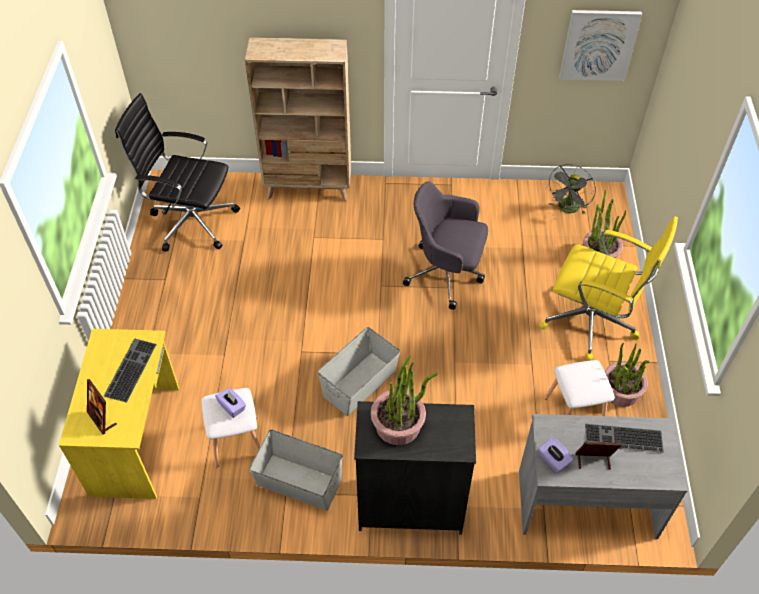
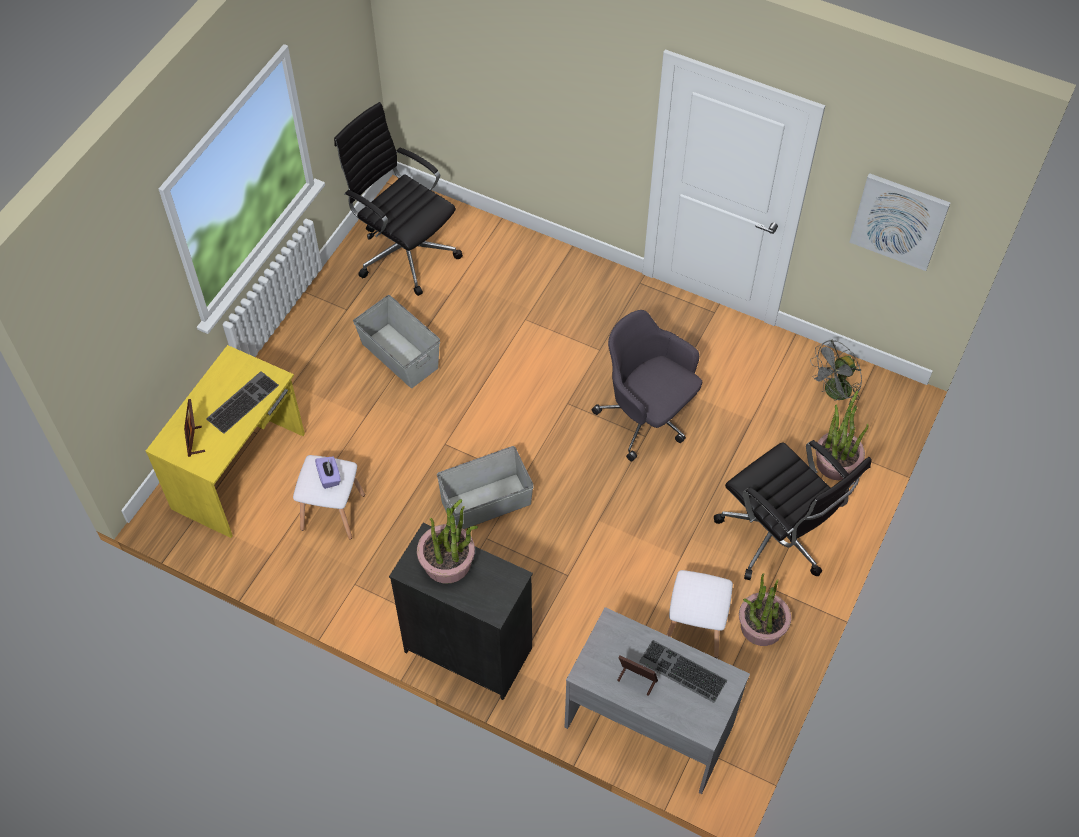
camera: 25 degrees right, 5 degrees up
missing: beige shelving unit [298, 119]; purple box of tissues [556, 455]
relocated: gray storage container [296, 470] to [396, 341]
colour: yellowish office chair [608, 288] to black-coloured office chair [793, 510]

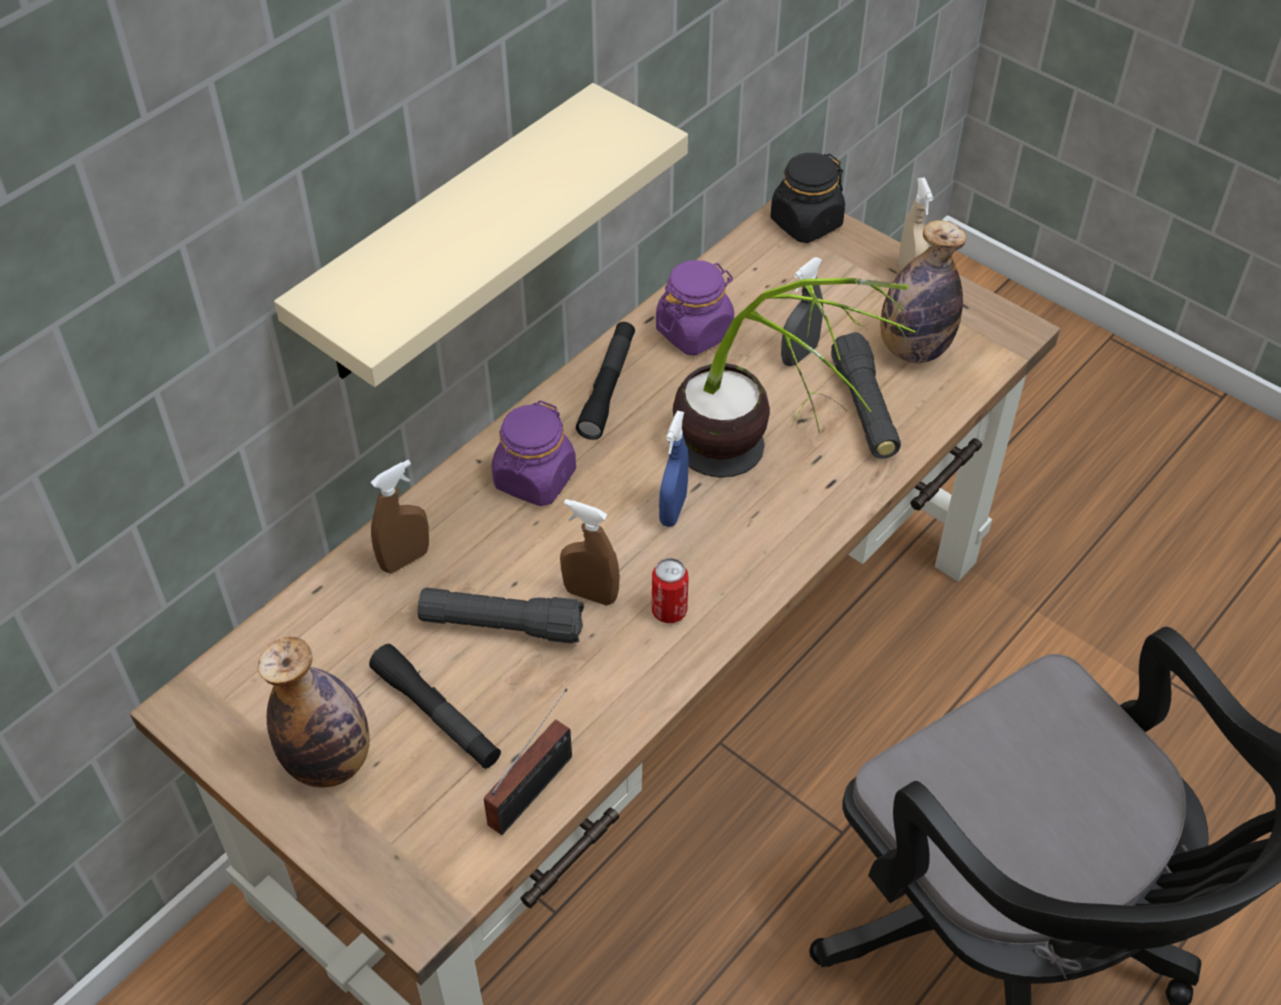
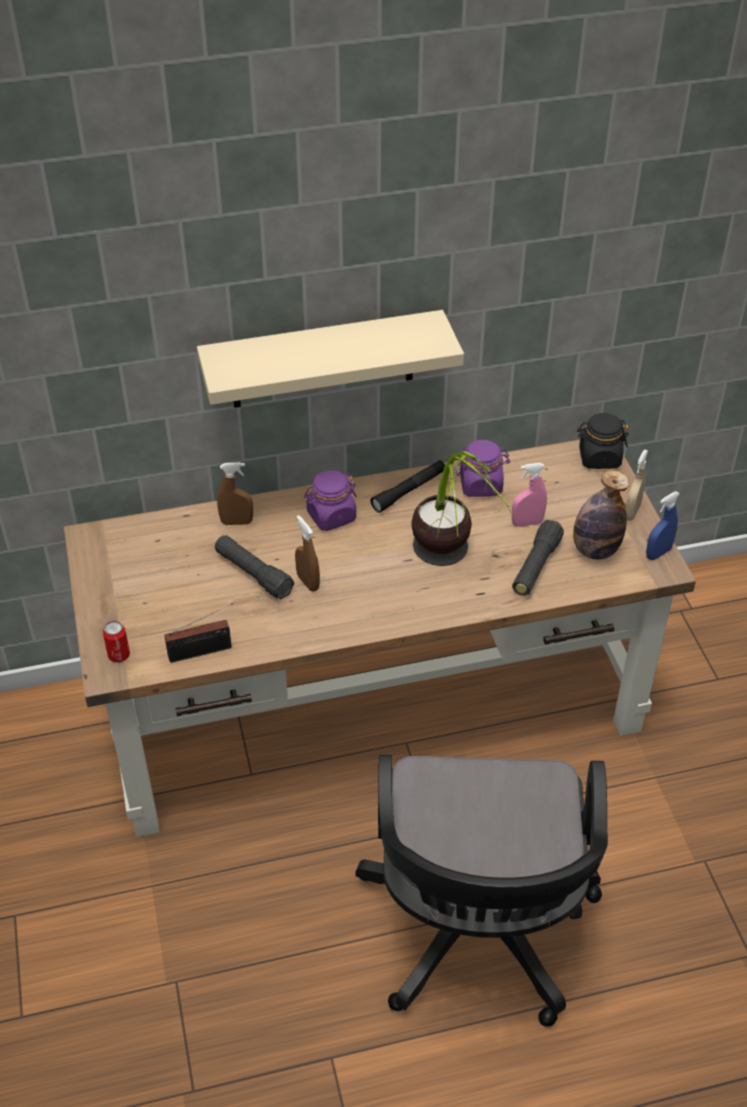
camera: 35 degrees right, 5 degrees down
missing: drink bottle [314, 712]; black-coloured torch [435, 706]
relocated: sealed can [670, 590] to [116, 642]; bluish hand sprayer [674, 469] to [663, 525]
colour: gray hand sprayer [802, 311] to pinkish hand sprayer [529, 495]

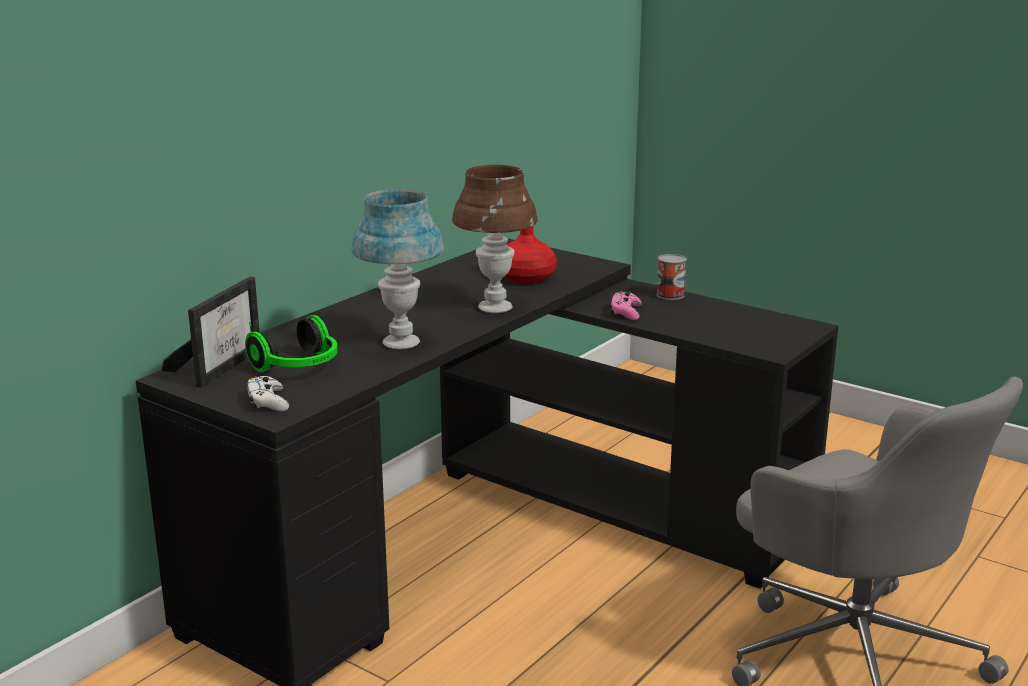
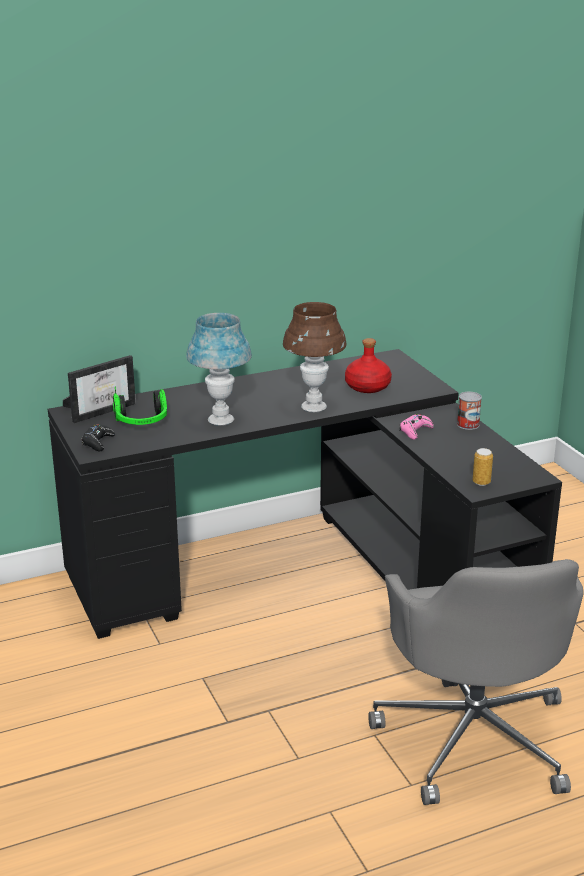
camera: 30 degrees right, 5 degrees up
appeared: sealed can [483, 467]
colour: white game controller [267, 393] to black-coloured game controller [98, 437]

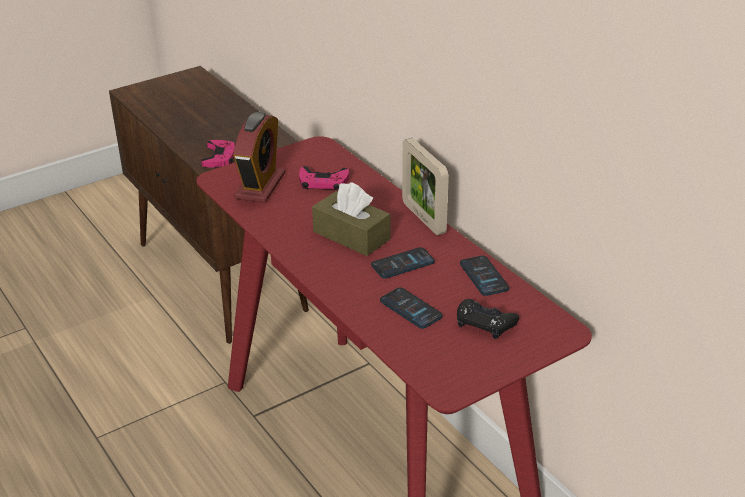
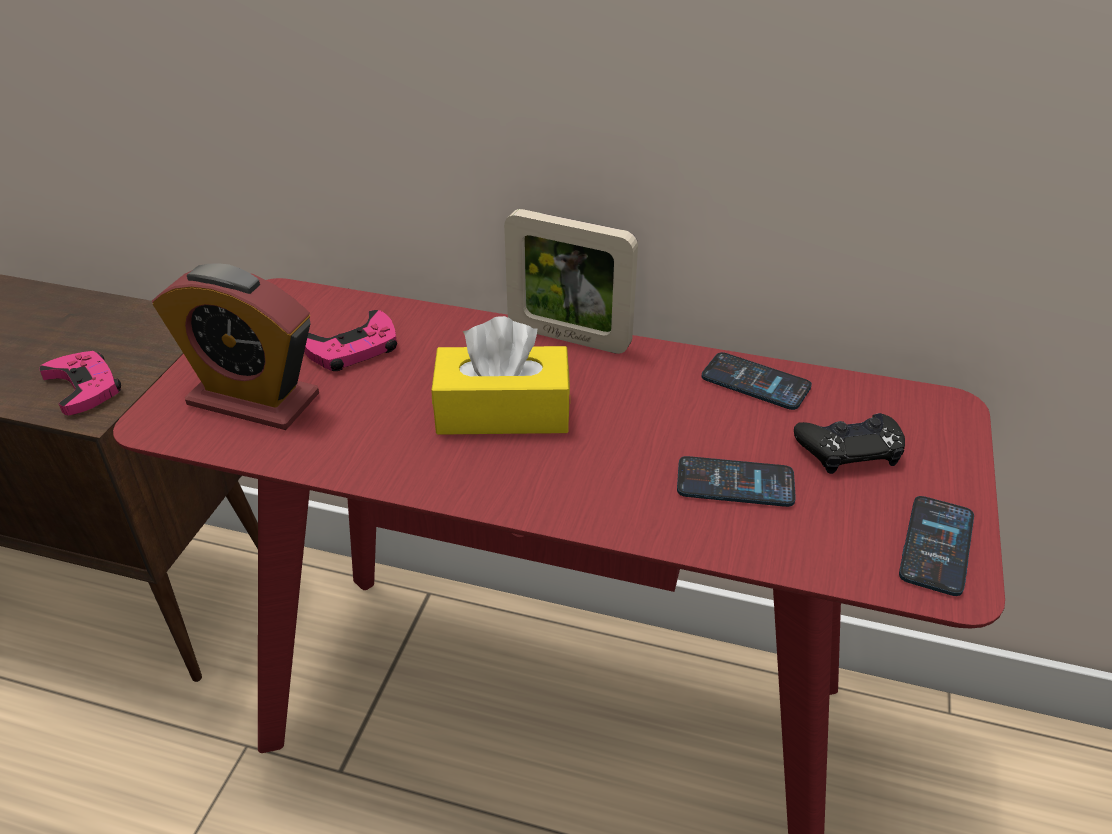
camera: 40 degrees left, 5 degrees up
relocated: handset [403, 263] to [936, 546]
colour: brownish box of tissues [351, 219] to yellowish box of tissues [501, 375]
spun: bedside clock [259, 157] = [235, 346] 135 degrees clockwise

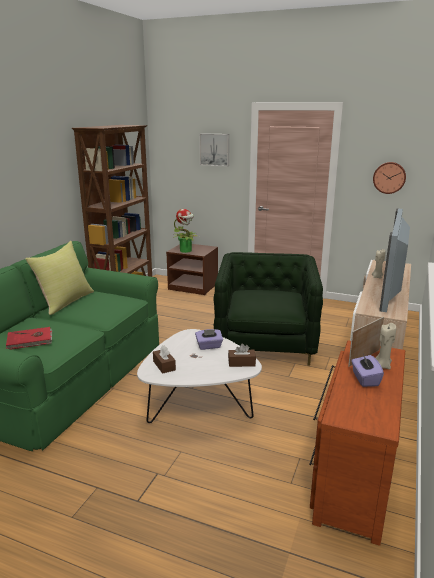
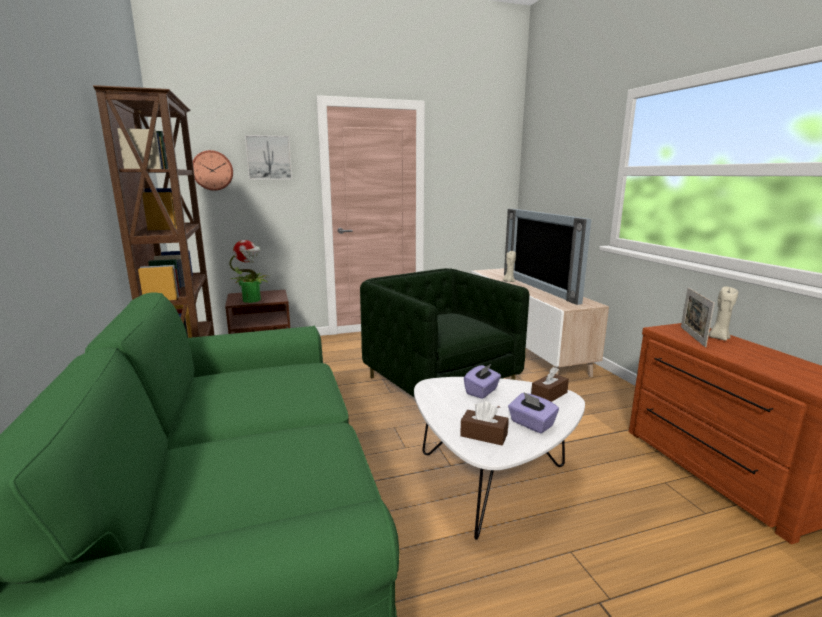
camera: 40 degrees left, 5 degrees down
missing: reddish bound book [29, 338]; yellowish throw pillow [59, 278]
relocated: purple box of tissues [367, 370] to [533, 412]; clock on the wall [389, 178] to [213, 170]

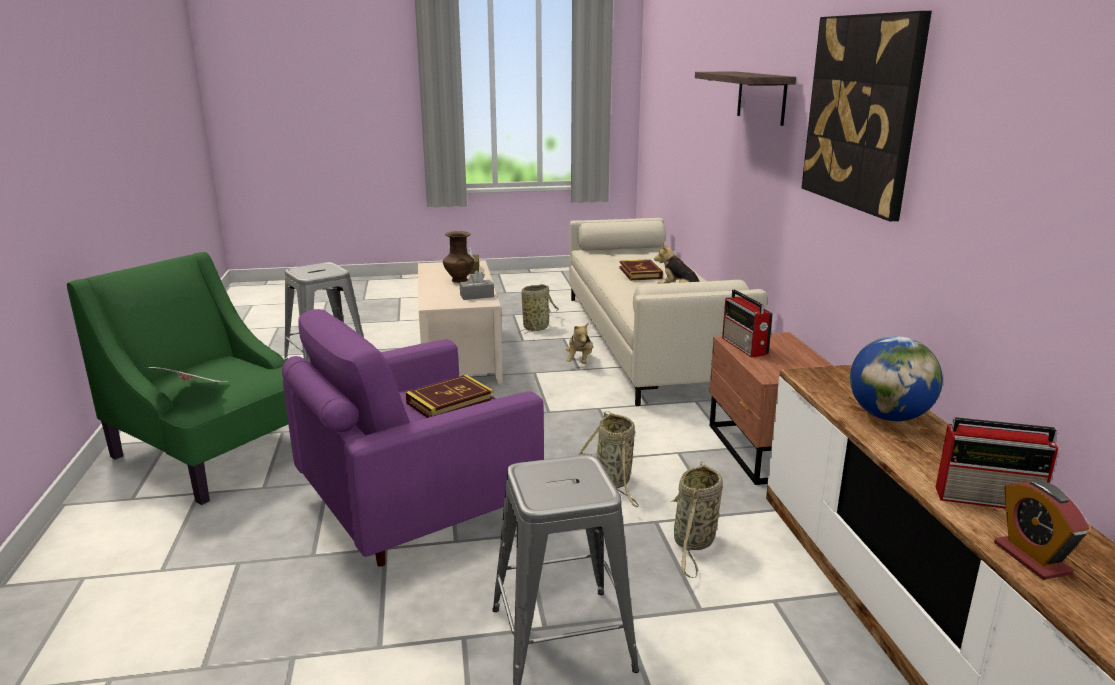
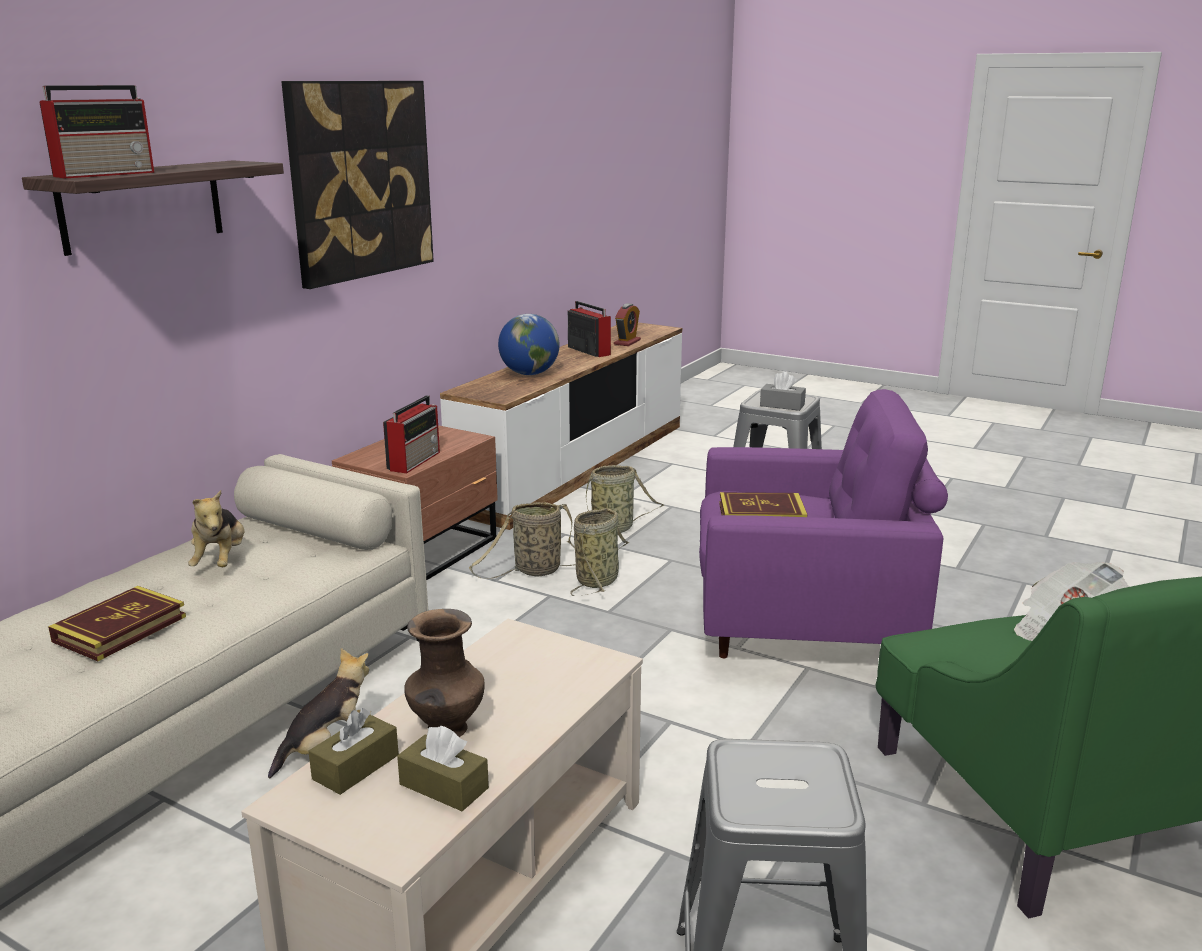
camera: 140 degrees left, 0 degrees up
appeared: radio set [97, 131]; brownish box of tissues [443, 768]
relocated: gray box of tissues [477, 285] to [783, 391]; household basket [538, 309] to [522, 540]

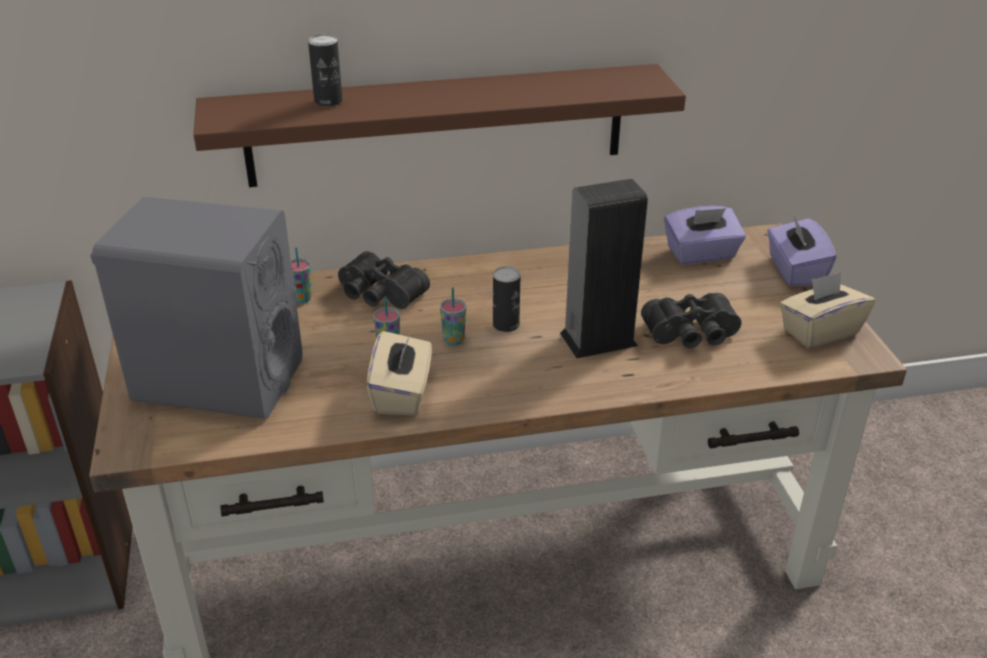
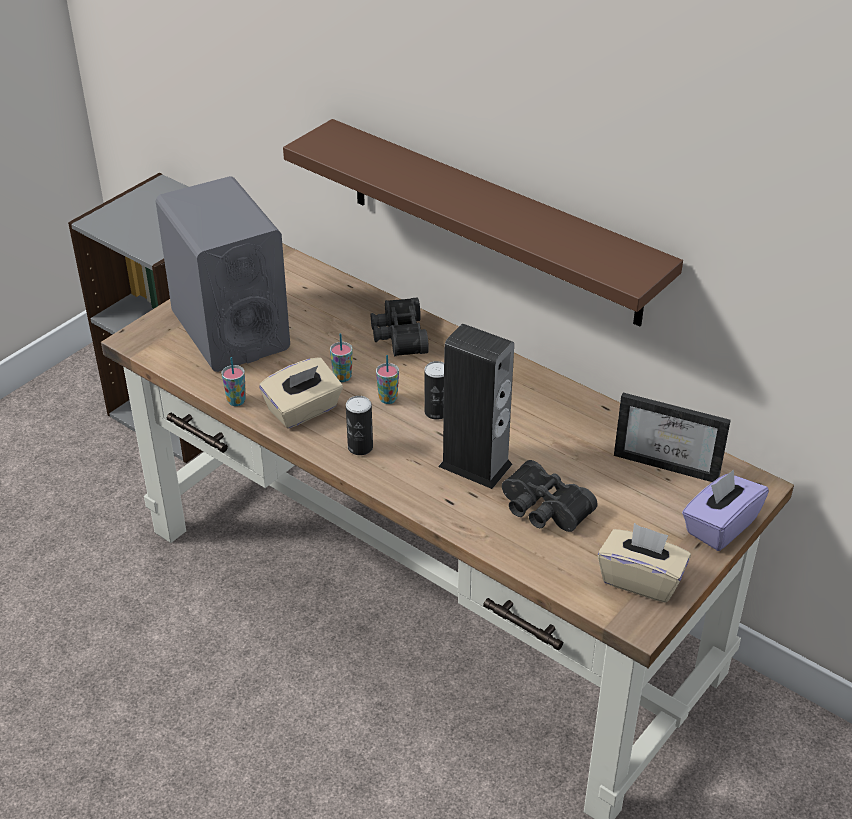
camera: 50 degrees right, 5 degrees up
relocated: cup [301, 275] to [233, 381]; sealed can [325, 70] to [359, 425]
exchanged: purple box of tissues [705, 235] to picture frame [672, 437]

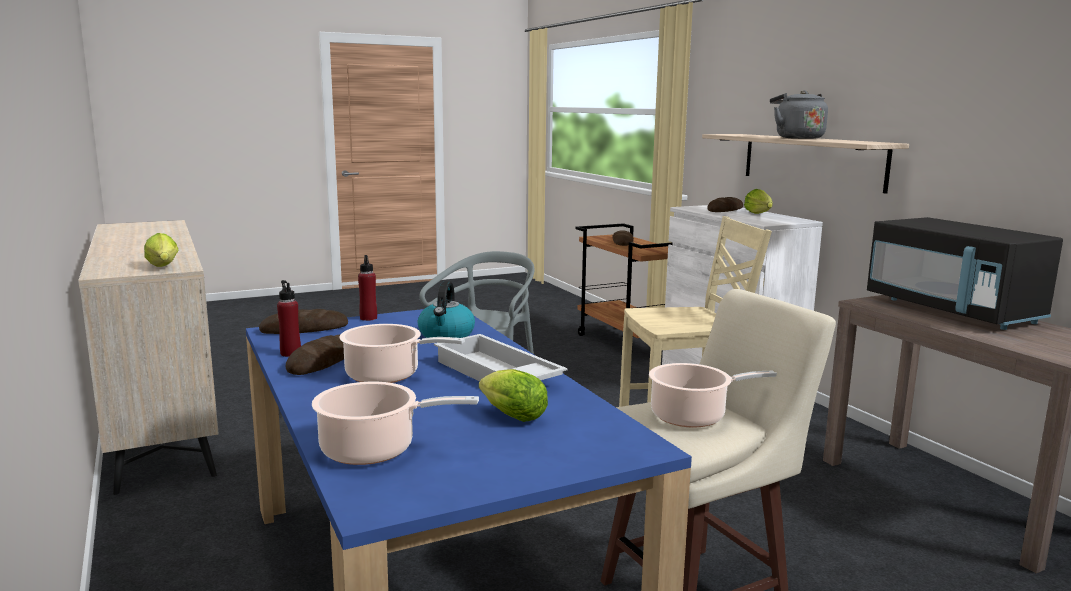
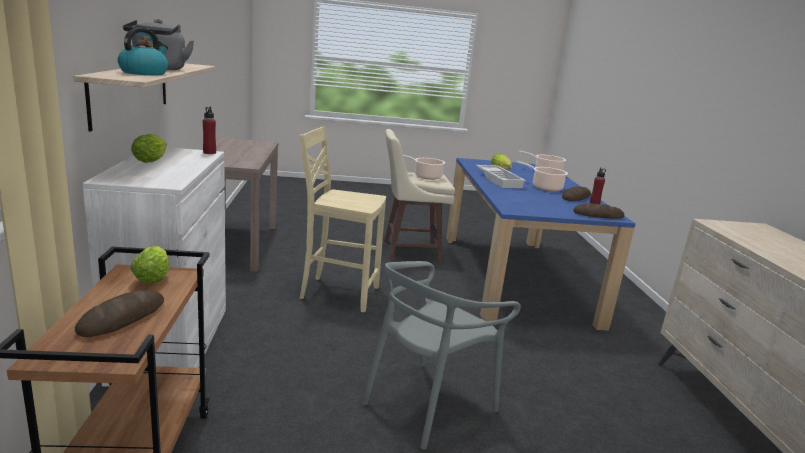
camera: 160 degrees left, 5 degrees up
missing: bread [725, 204]; black-coloured microwave oven [965, 273]
relocated: lettuce [161, 250] to [149, 265]; reddish drink bottle [367, 288] to [209, 130]; tea kettle [446, 309] to [143, 51]

